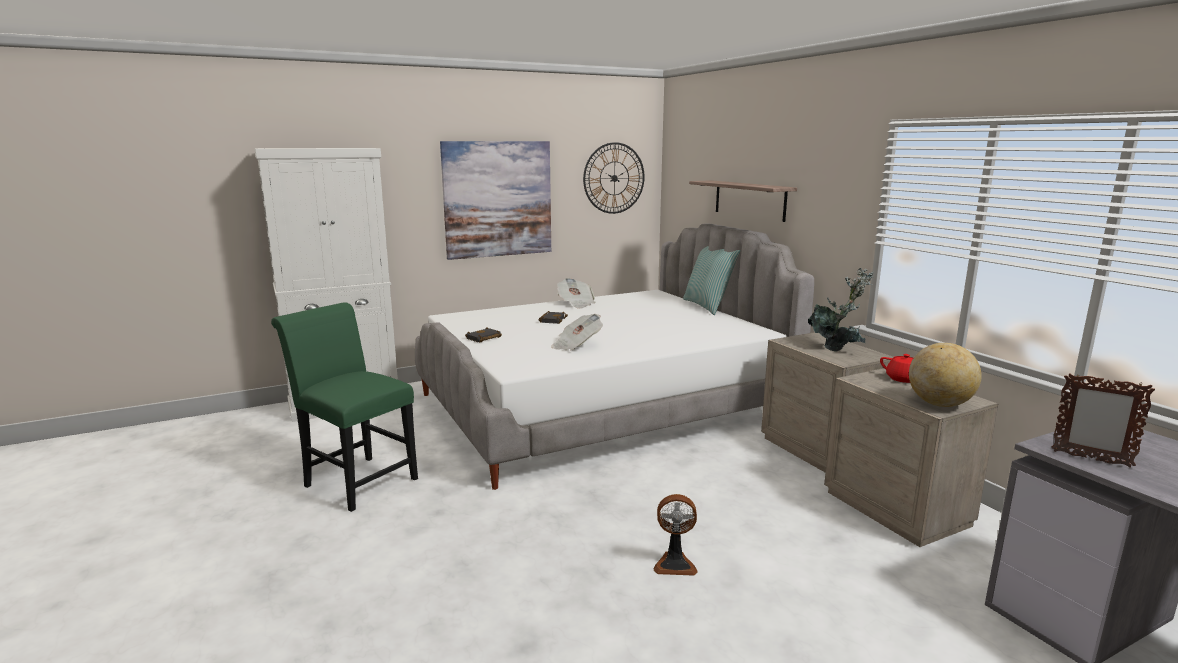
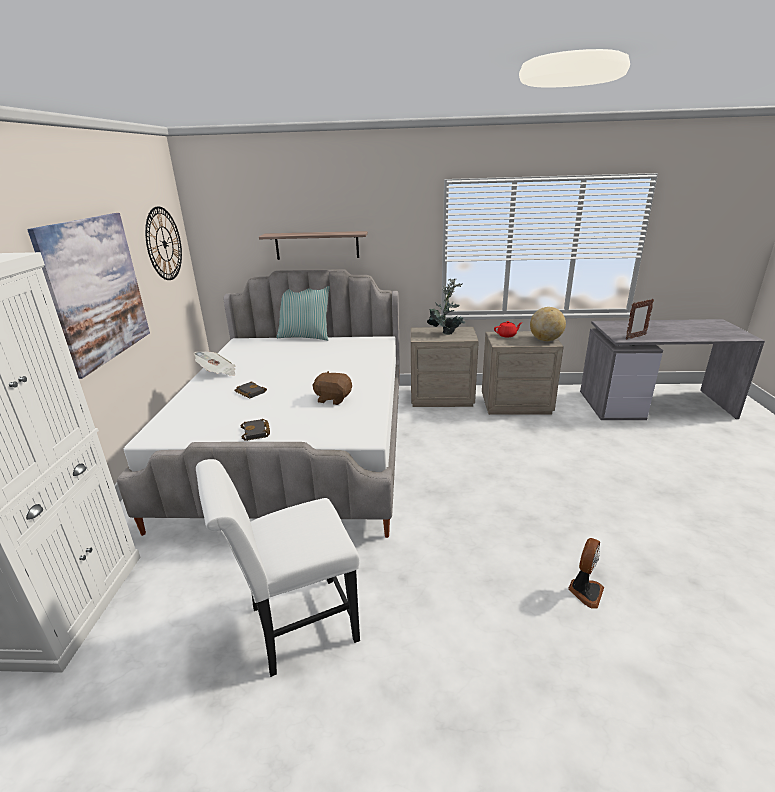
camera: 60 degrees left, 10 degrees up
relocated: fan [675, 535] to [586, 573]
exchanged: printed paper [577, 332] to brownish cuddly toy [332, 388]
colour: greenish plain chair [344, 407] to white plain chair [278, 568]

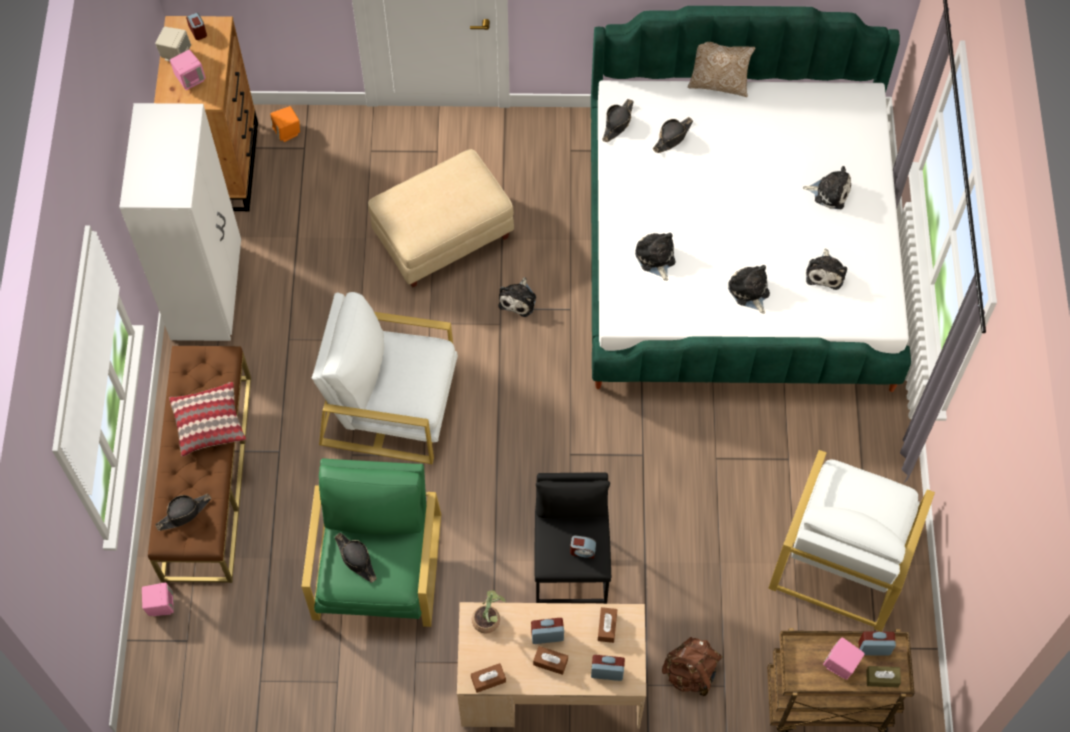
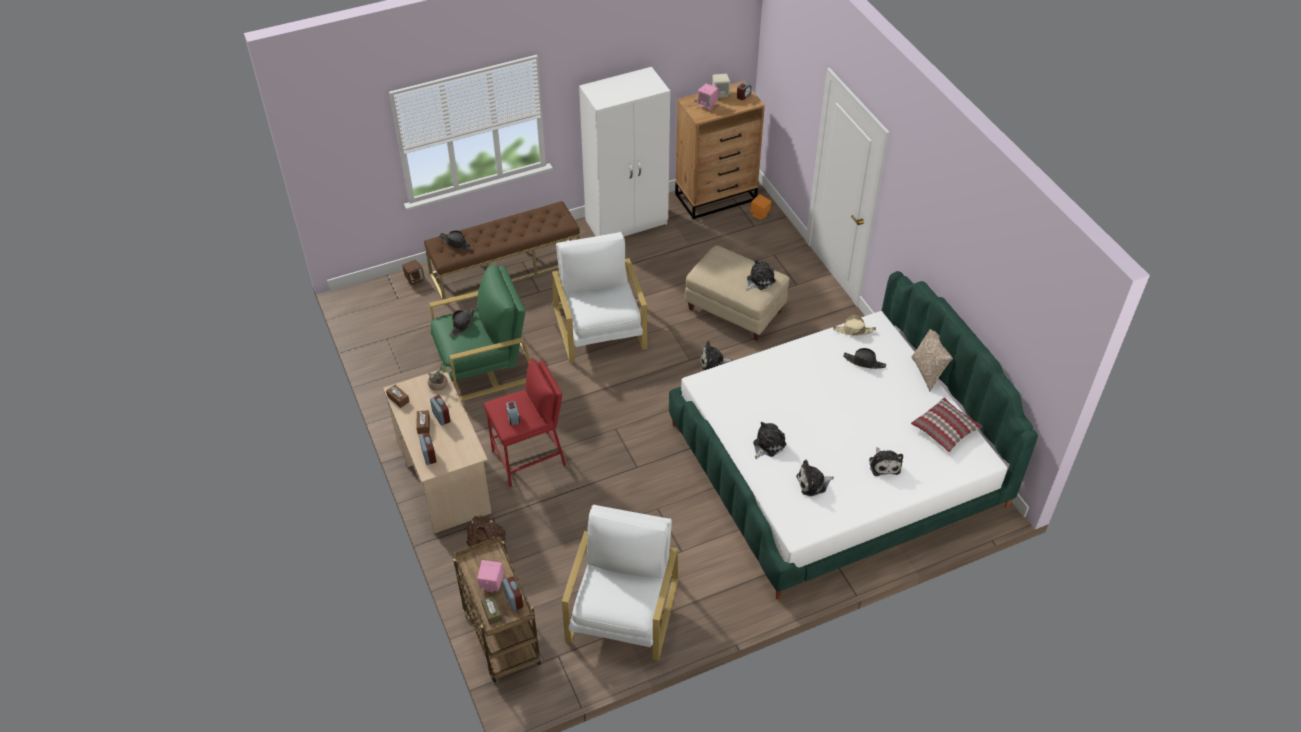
camera: 65 degrees right, 15 degrees down
missing: brownish box of tissues [607, 625]
relocated: throw pillow [207, 419] to [946, 425]; cuddly toy [655, 257] to [761, 275]
colour: pinkish audio speaker [158, 599] to brownish audio speaker [413, 273]; black-coloured sitting stool [573, 538] to reddish sitting stool [525, 422]; black-coloured wearable hat [618, 120] to beige wearable hat [854, 325]
spun: white armchair [851, 541] = [620, 583] 105 degrees clockwise

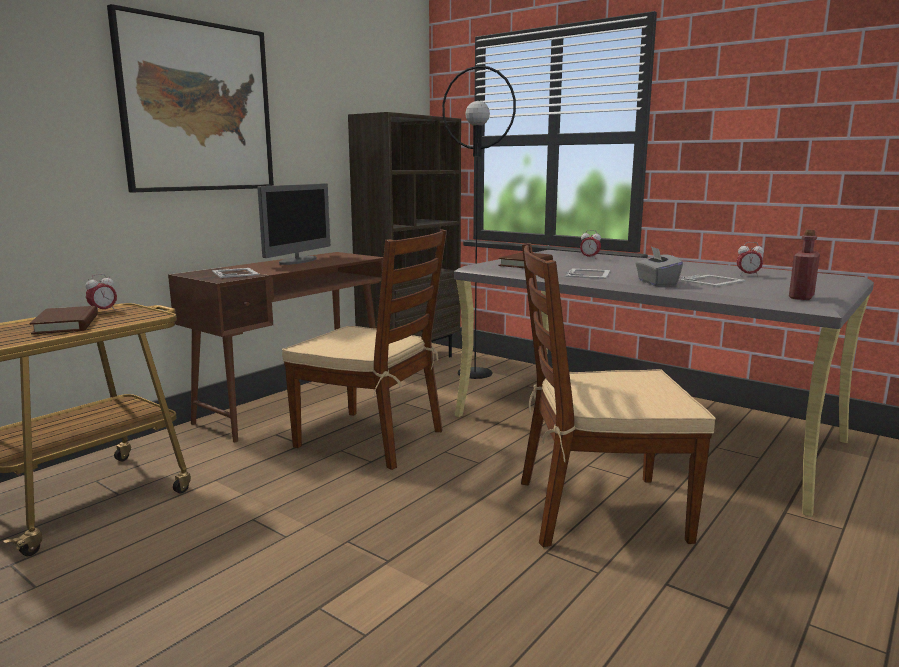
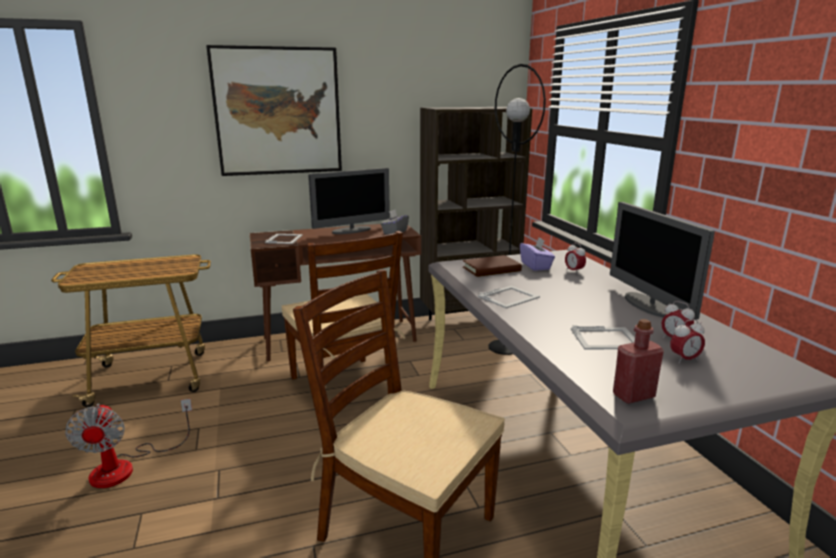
camera: 35 degrees right, 5 degrees up
missing: brownish bound book [63, 320]
appeared: fan [128, 443]; purple box of tissues [537, 254]; monitor [662, 260]
relocated: bedside clock [101, 292] to [687, 341]; gray box of tissues [659, 266] to [395, 222]

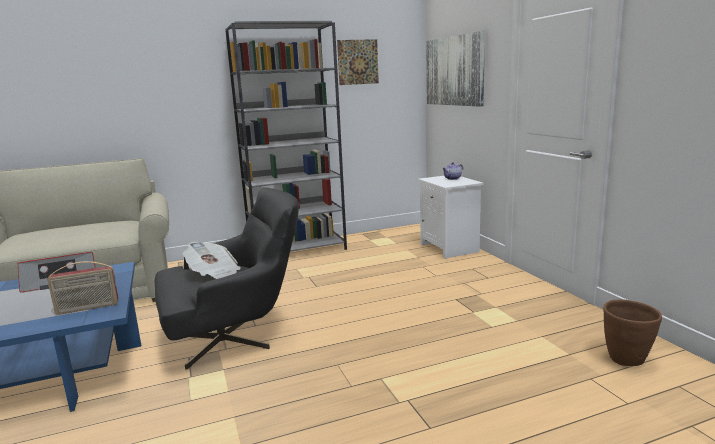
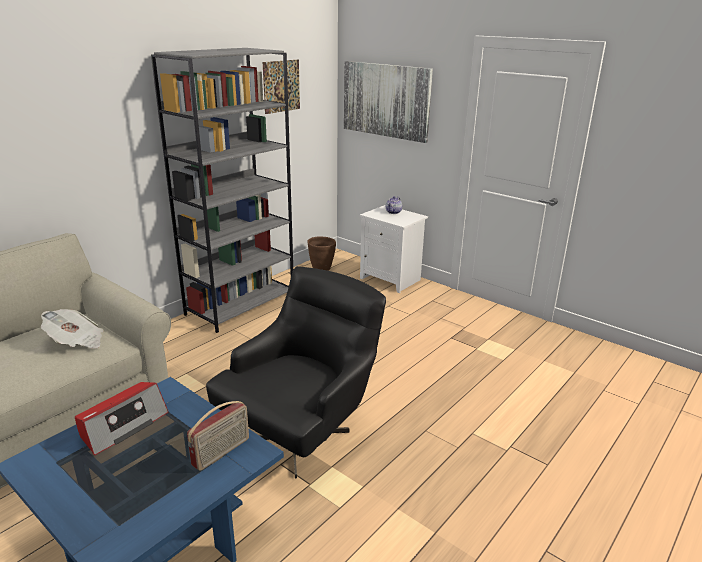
camera: 30 degrees left, 10 degrees up
relocated: printed paper [212, 260] to [72, 329]; brownish flower pot [632, 332] to [321, 253]

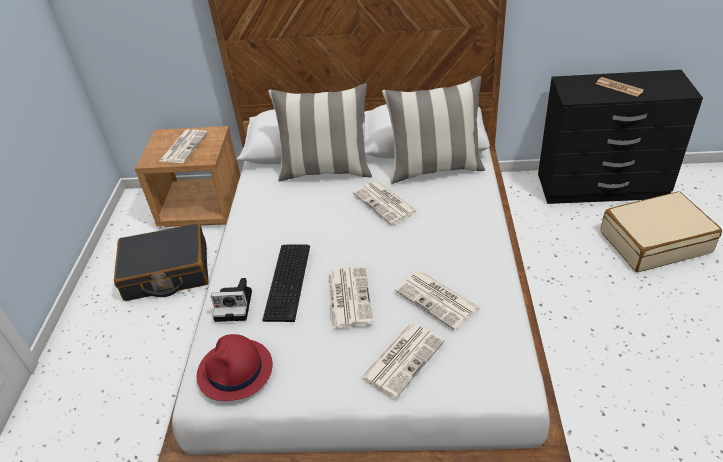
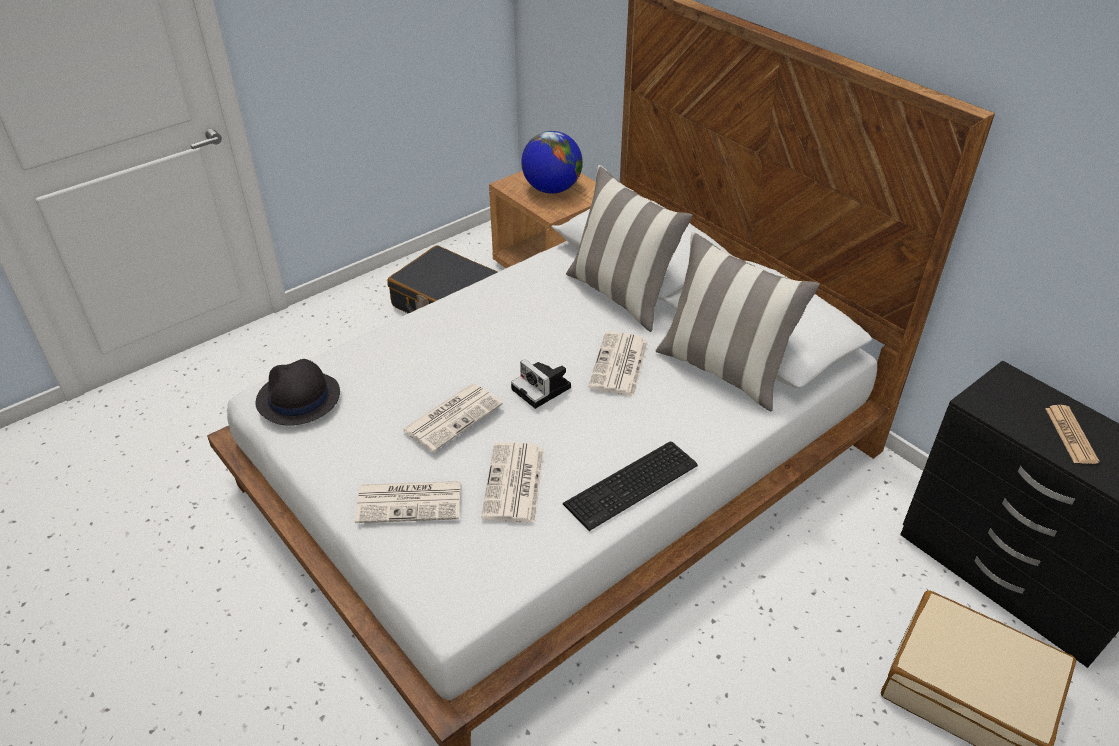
camera: 45 degrees right, 0 degrees up
relocated: still camera [231, 300] to [541, 384]; computer keyboard [286, 283] to [630, 486]
exchanged: printed paper [184, 146] to globe [552, 162]
colour: reddish wearable hat [235, 367] to black-coloured wearable hat [297, 392]

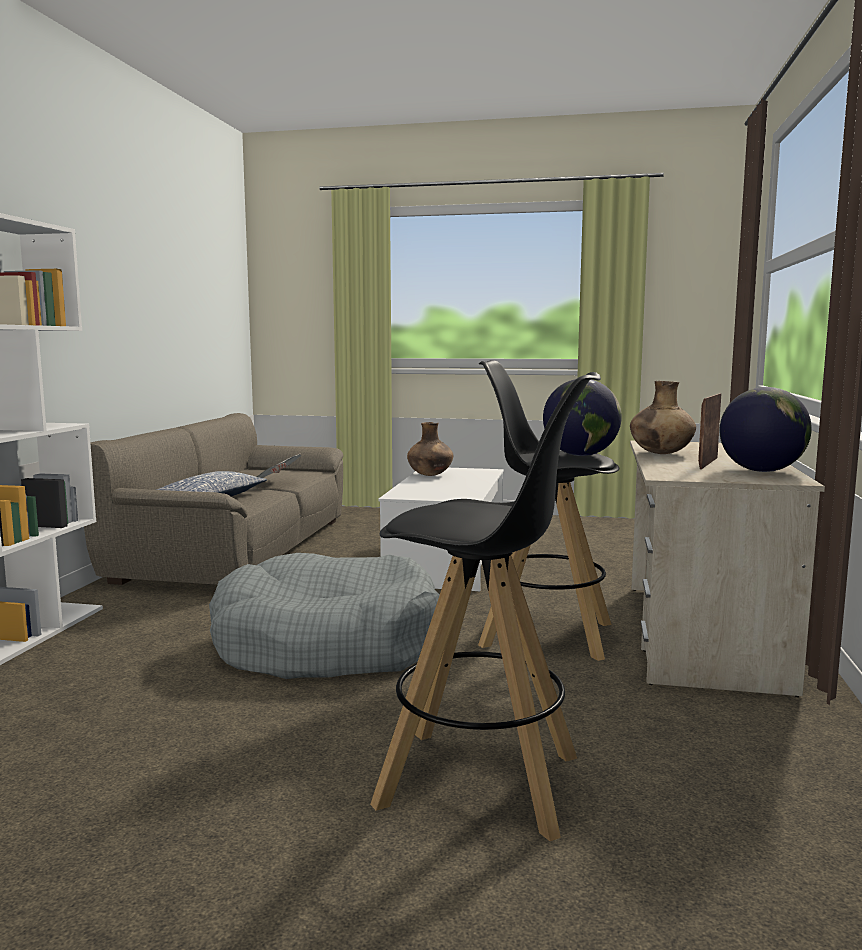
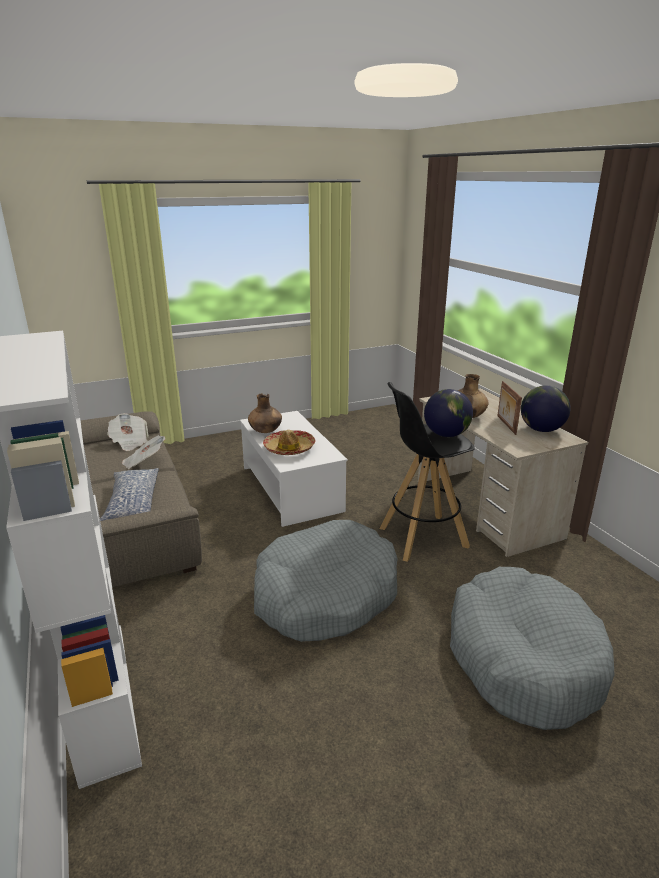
camera: 35 degrees left, 15 degrees up
appeared: printed paper [127, 432]; wearable hat [289, 442]
exchanged: black-coloured sitting stool [485, 606] to gray dog cushion [532, 648]

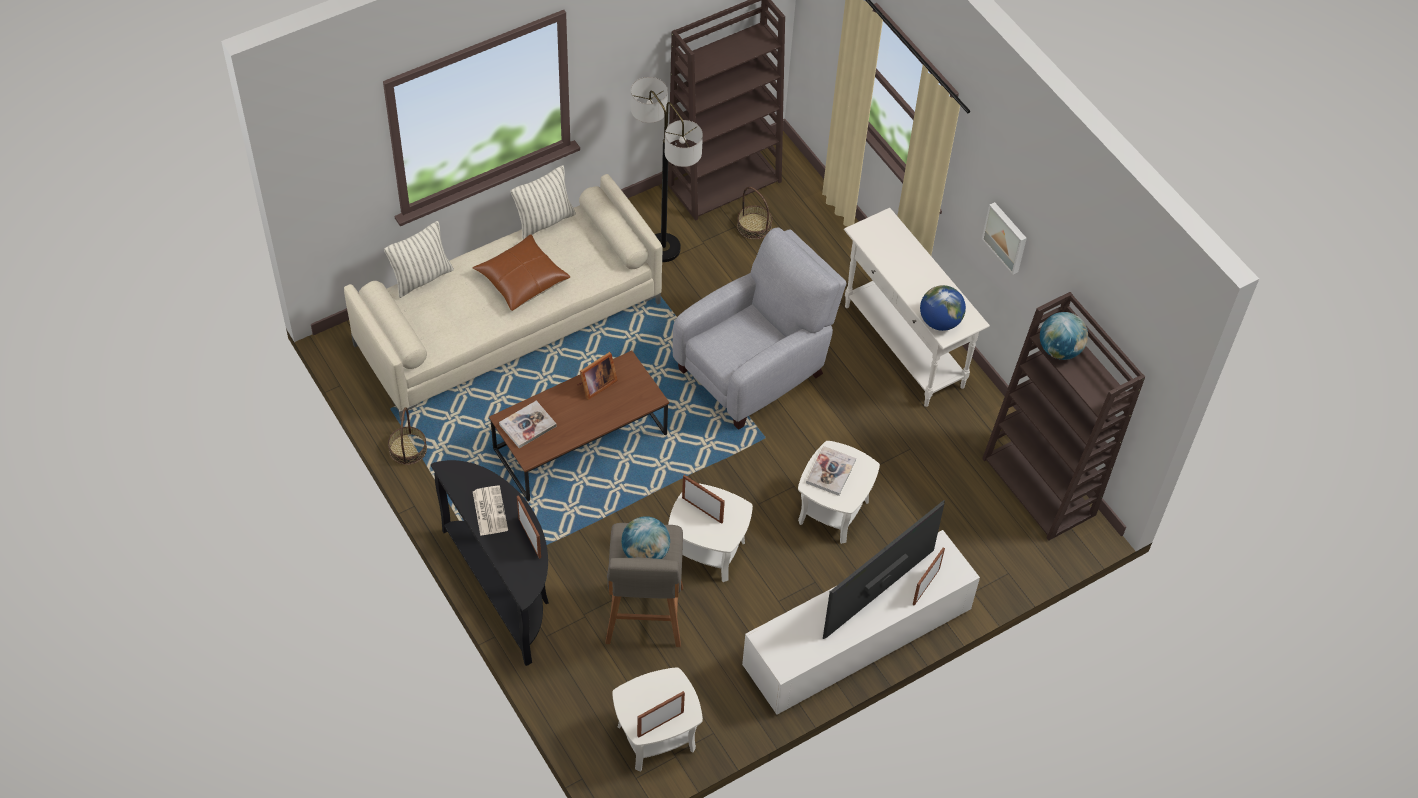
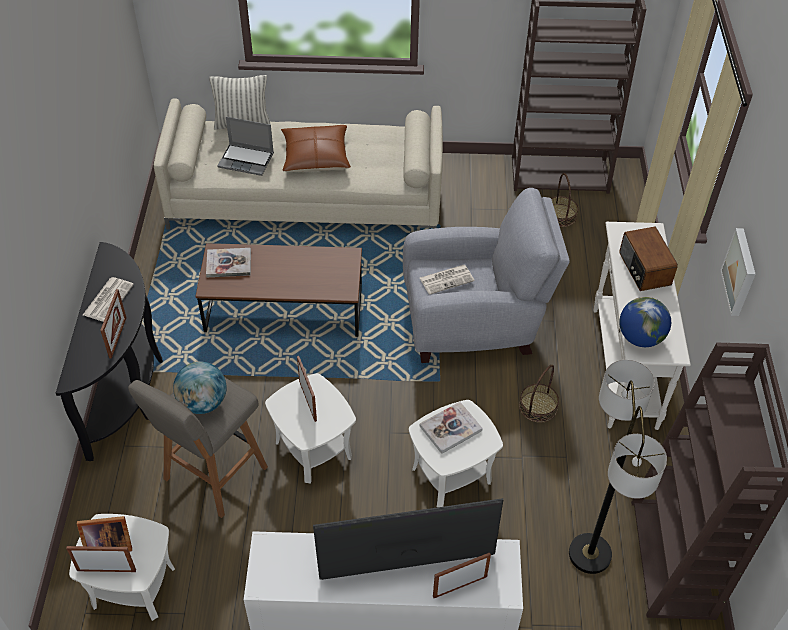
camera: 35 degrees right, 5 degrees down
missing: throw pillow [543, 202]; globe [1064, 336]
appeared: notebook computer [245, 146]; printed paper [447, 280]; radio set [648, 259]
relocated: household basket [407, 436] to [539, 394]; picture frame [597, 376] to [104, 534]; floor lamp [667, 169] to [618, 467]

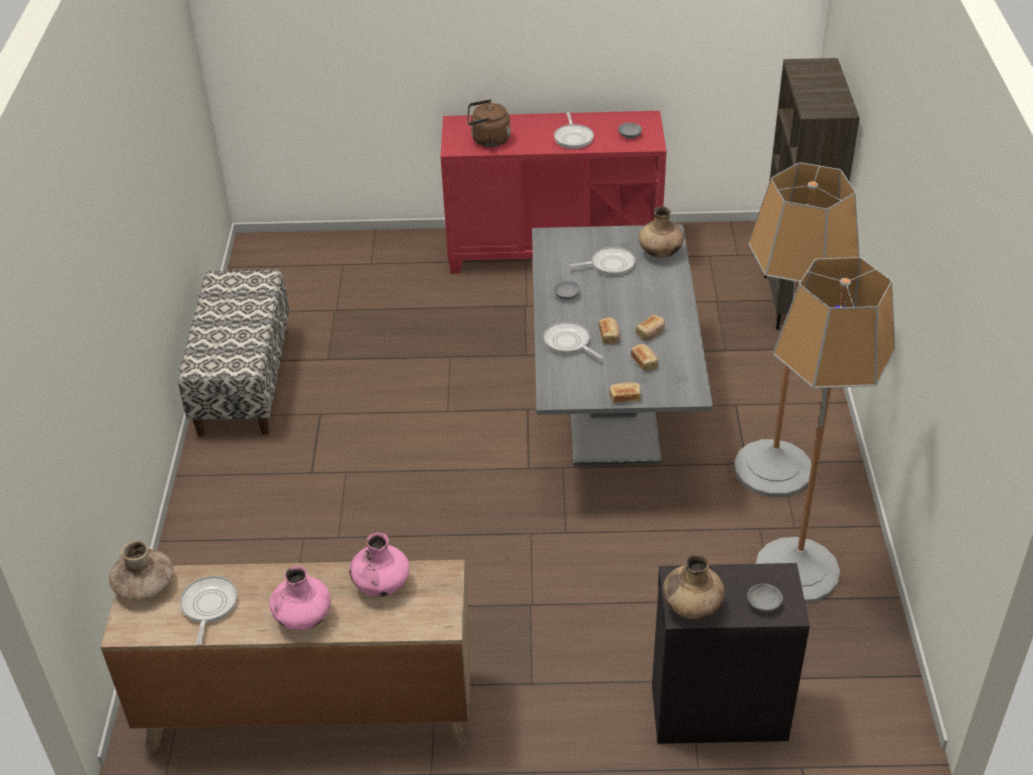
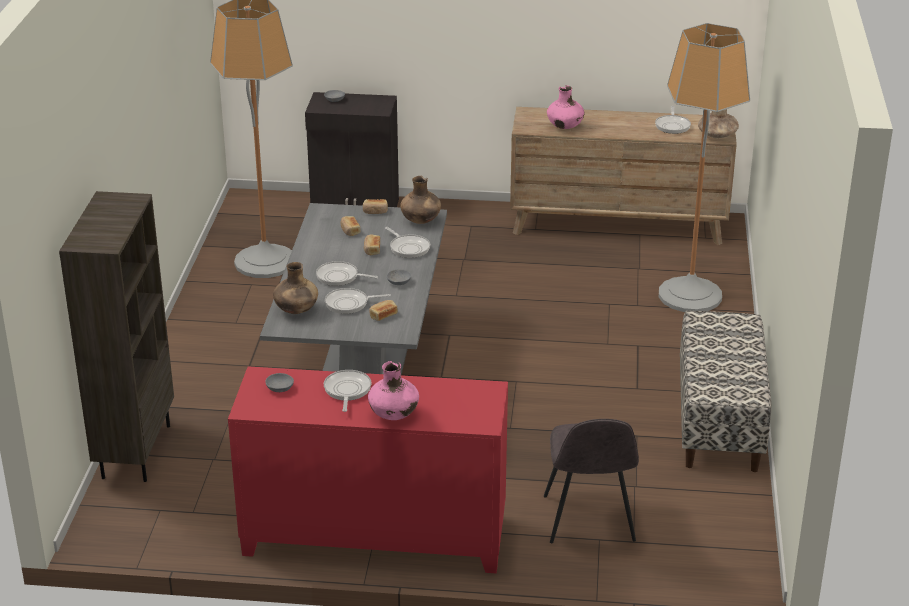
camera: 175 degrees left, 10 degrees down
missing: brownish tea kettle [489, 123]
appeared: frying pan [347, 273]; gray plain chair [591, 481]
relocated: pinkish decorative vase [300, 598] to [393, 390]; bread [650, 327] to [383, 310]; brownish decorative vase [694, 586] to [420, 200]; floor lamp [797, 329] to [704, 167]

